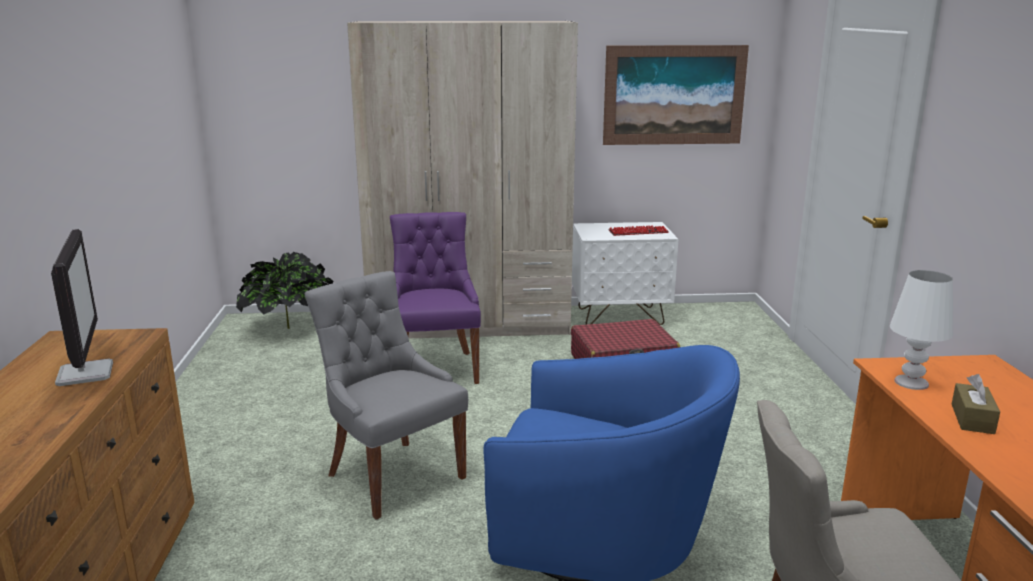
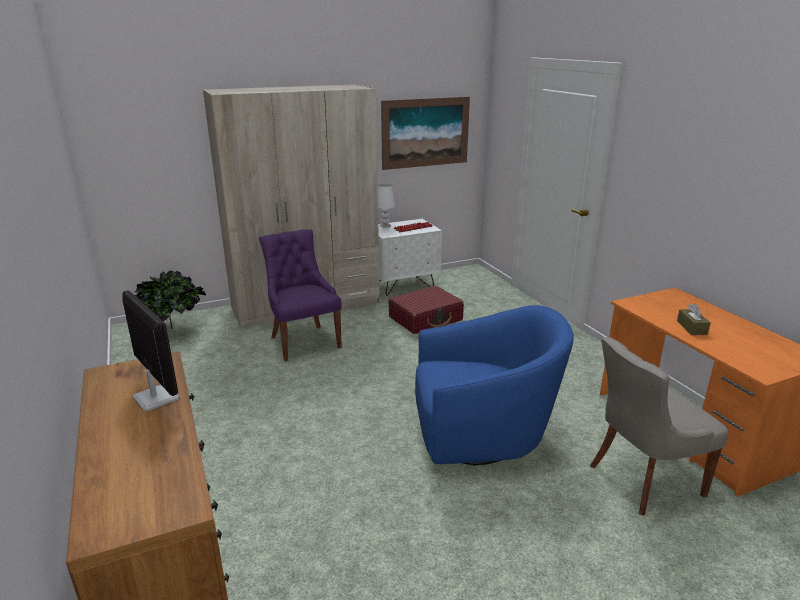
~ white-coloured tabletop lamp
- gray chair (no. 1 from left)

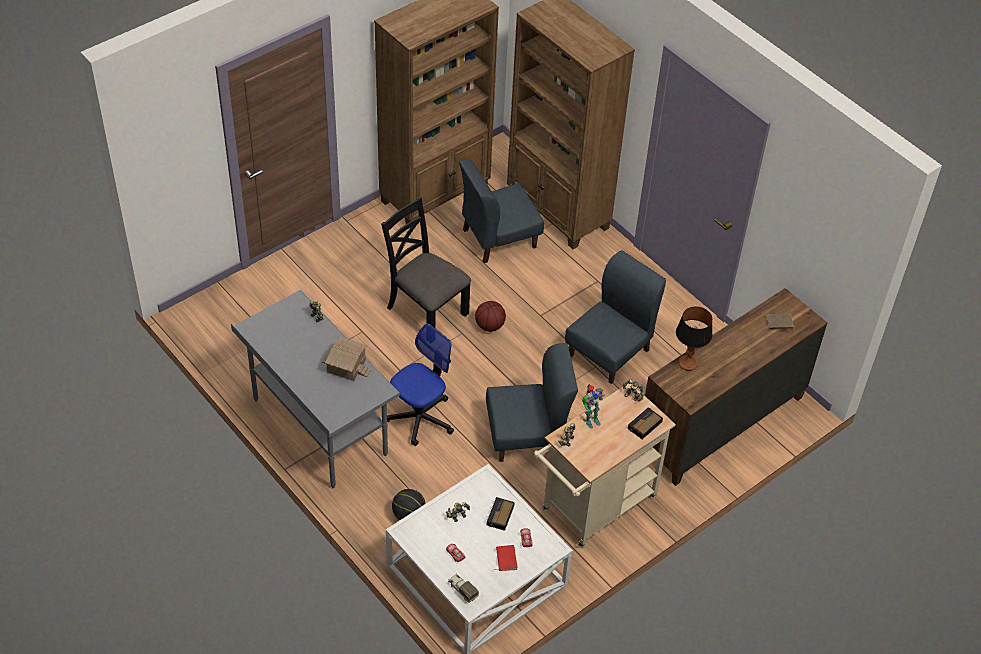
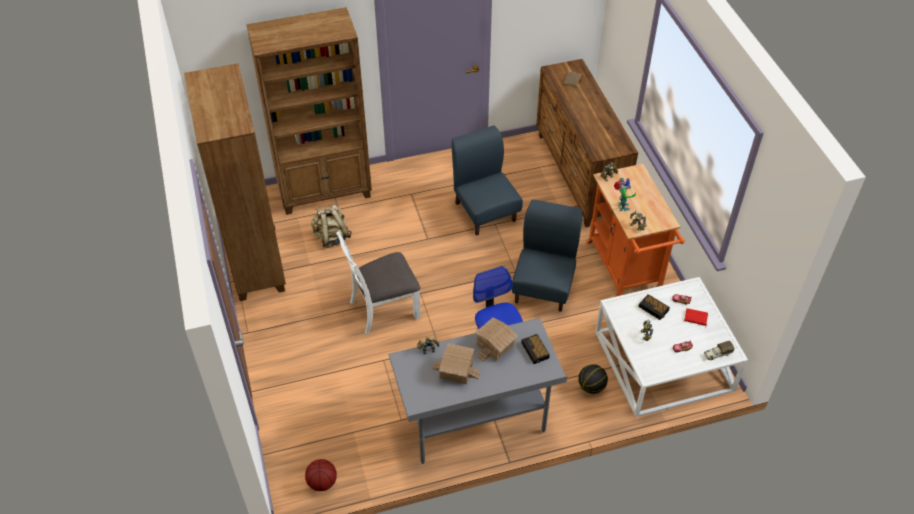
~ ball for basketball (no. 2 from left in the first image) to ball for basketball (no. 1 from left)
~ bluish chair (no. 1 from left) to beige-coloured rucksack
~ blackish chair to white-coloured chair
+ miniature house (no. 1 from left)
~ alarm clock (no. 2 from left in the first image) to alarm clock (no. 1 from left)
~ beige-coloured wheeled cart to orangey wheeled cart
- tabletop lamp

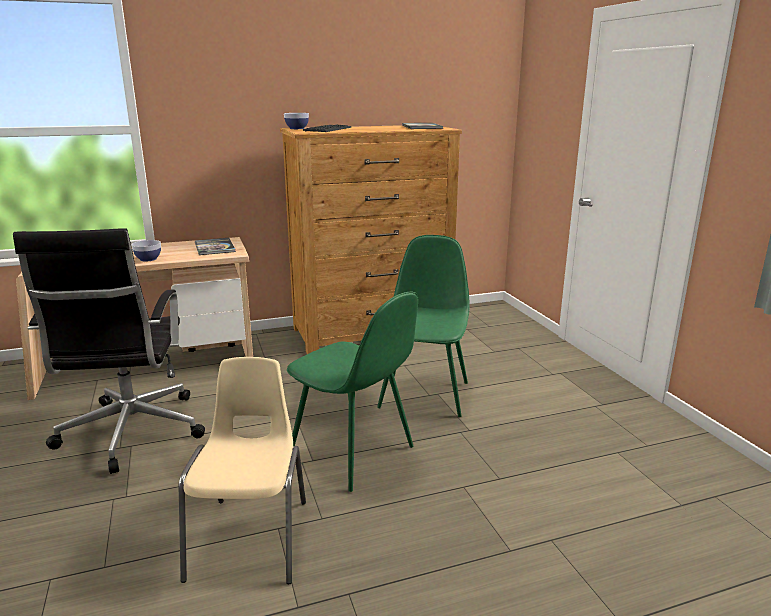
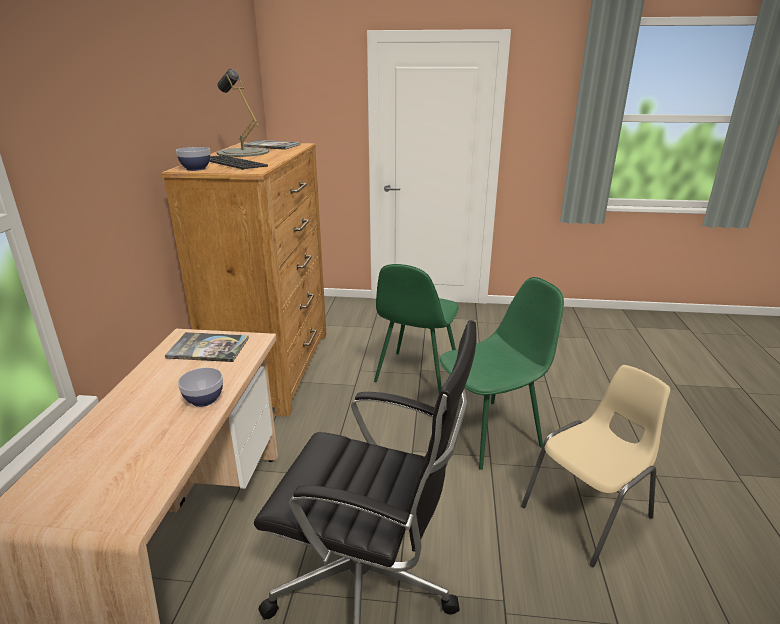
+ gray tabletop lamp
~ green-coloured chair (no. 2 from left in the first image) 105 degrees counterclockwise
~ beige-coloured chair 120 degrees clockwise

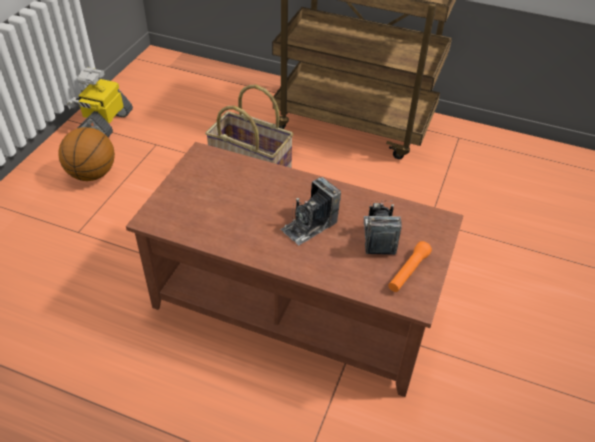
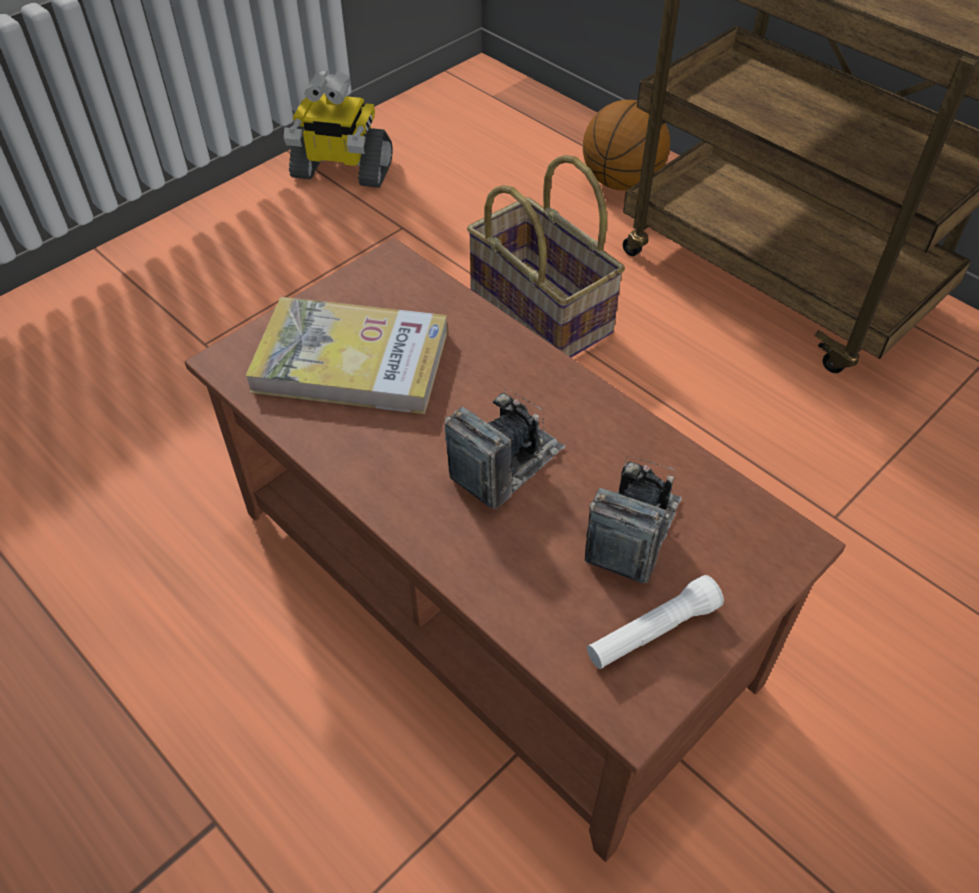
+ bound book
~ robot figure 120 degrees counterclockwise
~ photo camera (no. 1 from left) 150 degrees clockwise
~ ball for basketball
~ orangey torch to white-coloured torch

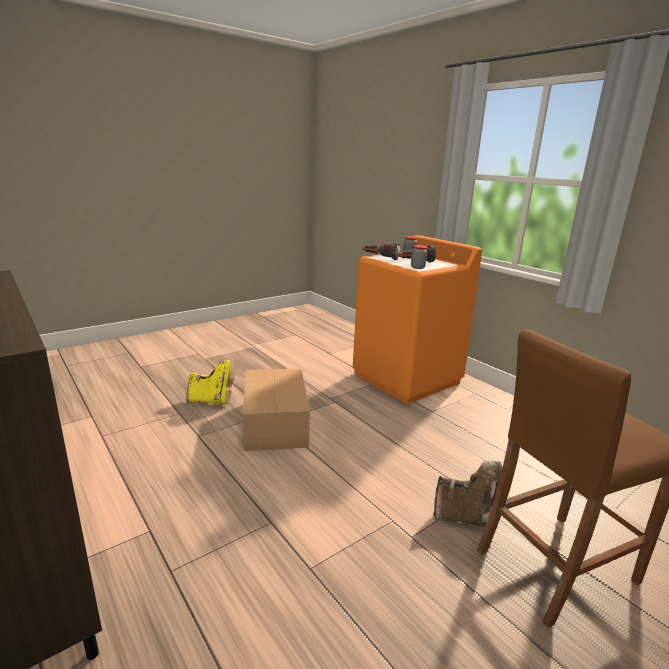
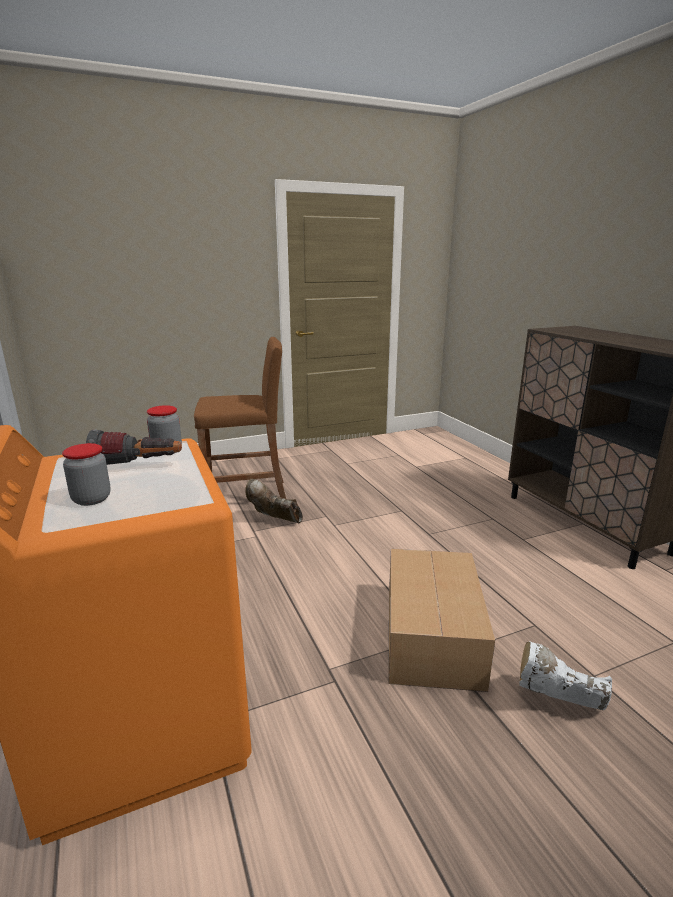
~ yellow boot to white-coloured boot
- torch (no. 1 from left)

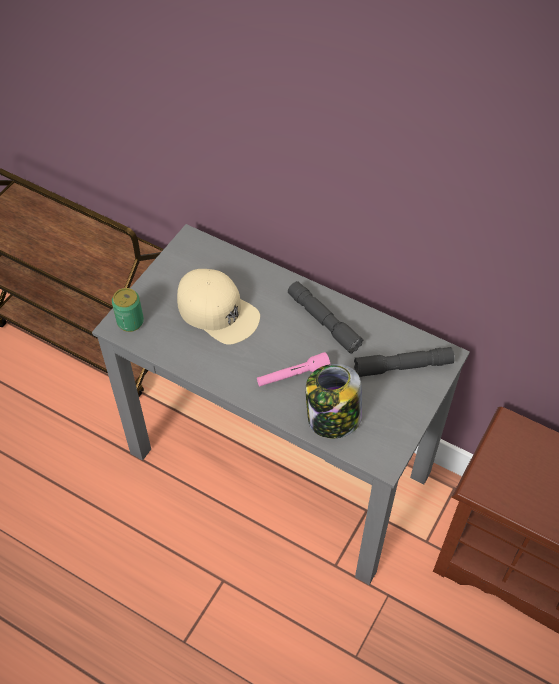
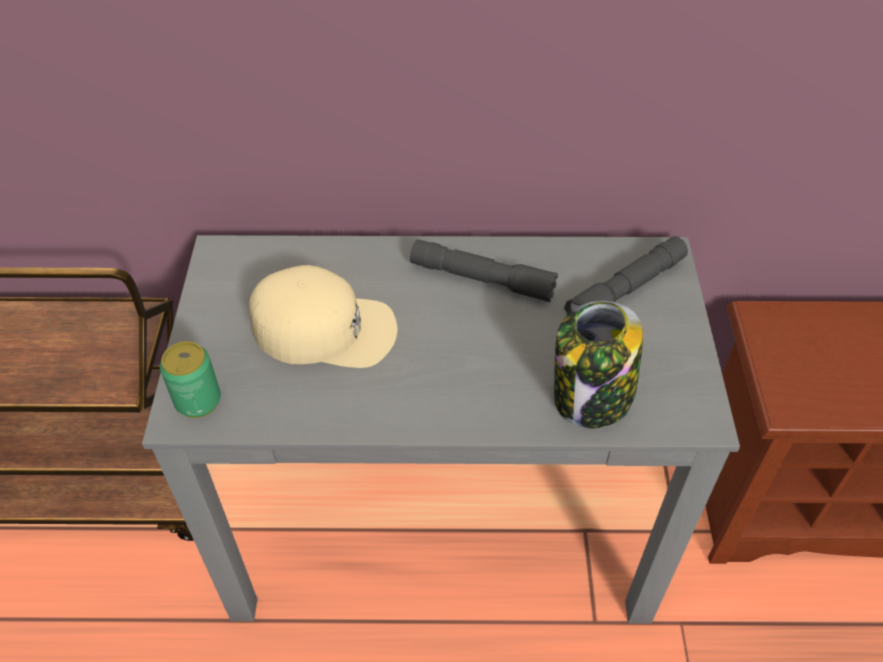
- pinkish torch

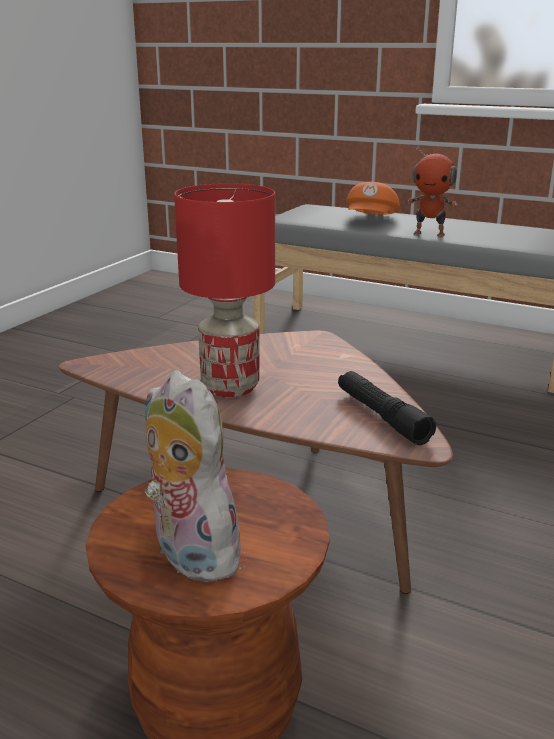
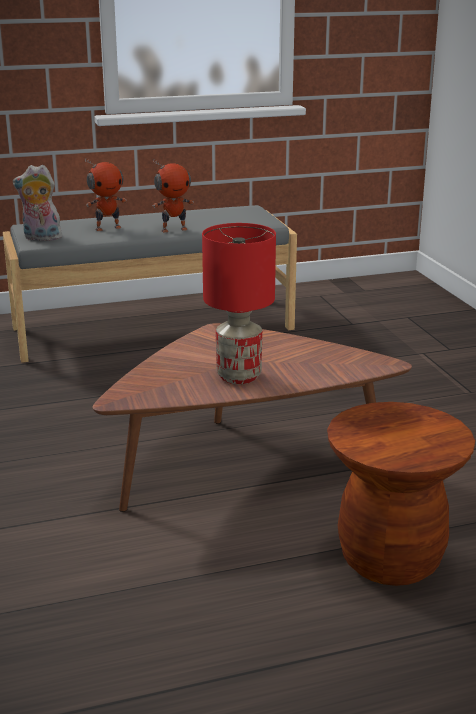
~ soft toy
~ orangey cap to robot figure (no. 1 from left)
- blackish torch

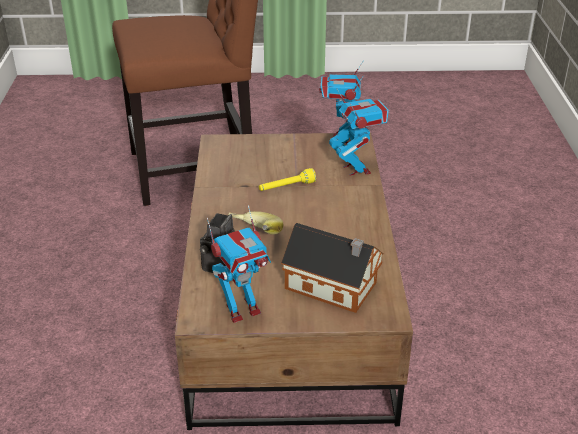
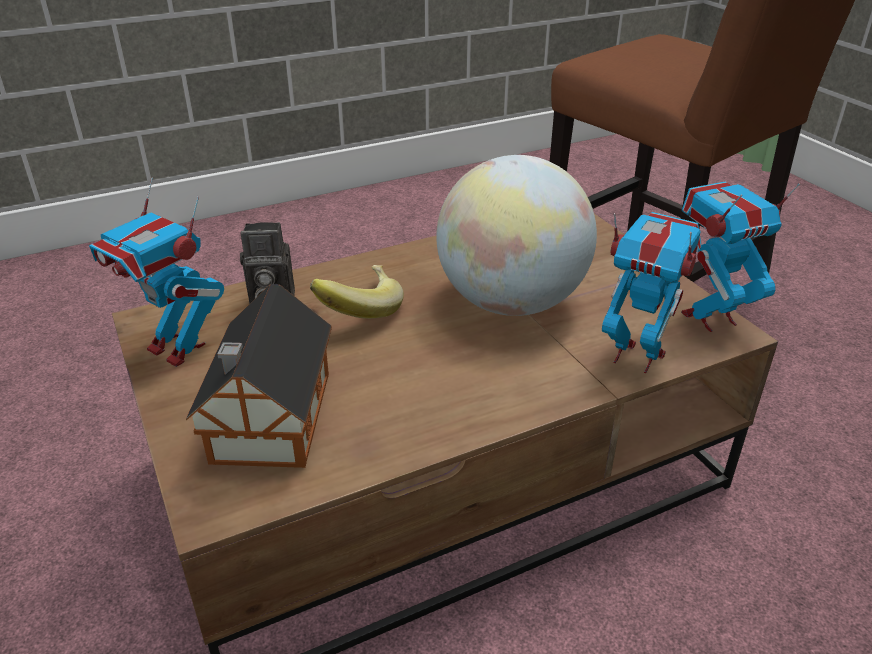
~ yellow torch to desk globe
~ robot figure (no. 3 from left in the first image) 105 degrees counterclockwise

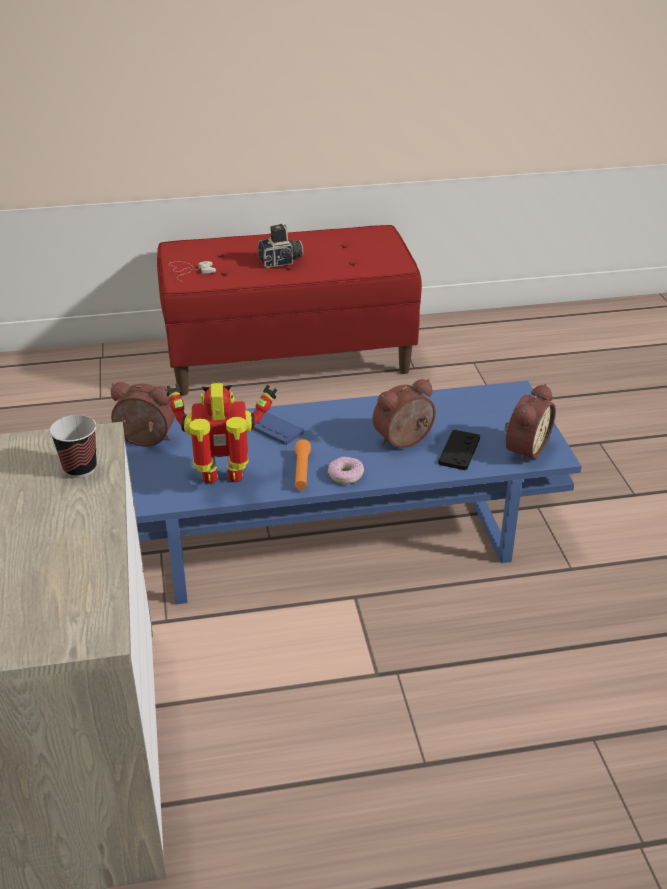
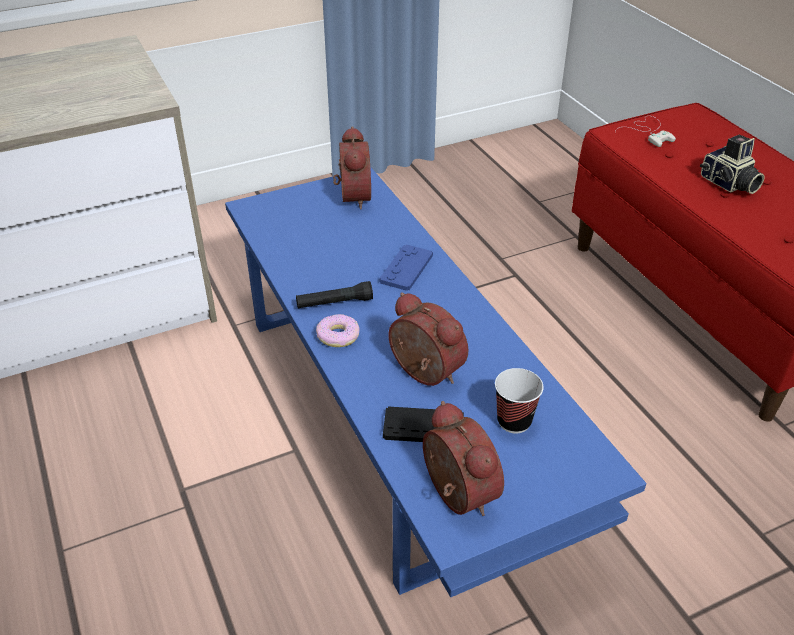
~ orangey torch to blackish torch
~ alarm clock (no. 3 from left) 135 degrees counterclockwise
~ cup
- robot figure

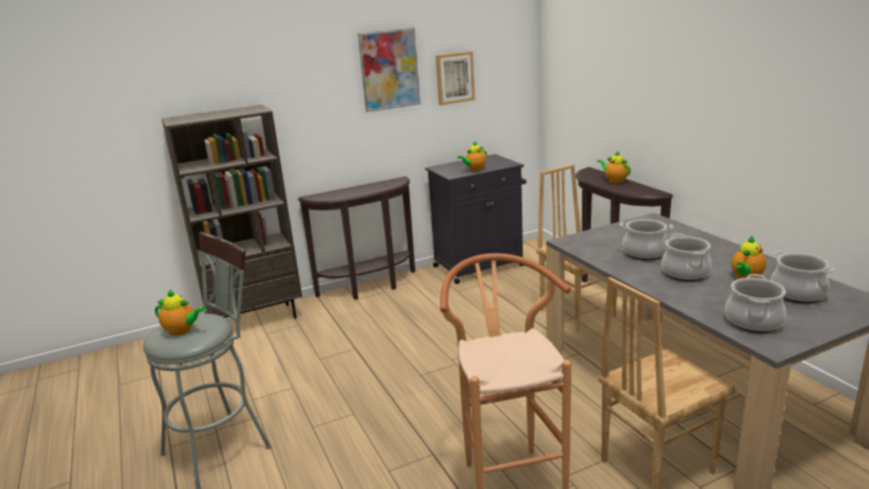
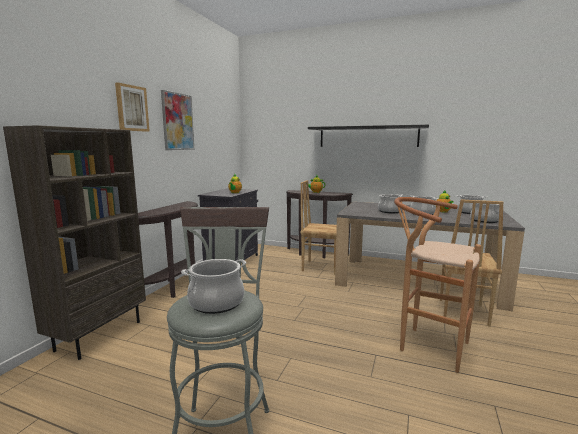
~ wall picture (no. 2 from left in the first image) to wall picture (no. 1 from left)
~ teapot (no. 1 from left) to stockpot (no. 1 from left)
+ blackish wall shelf

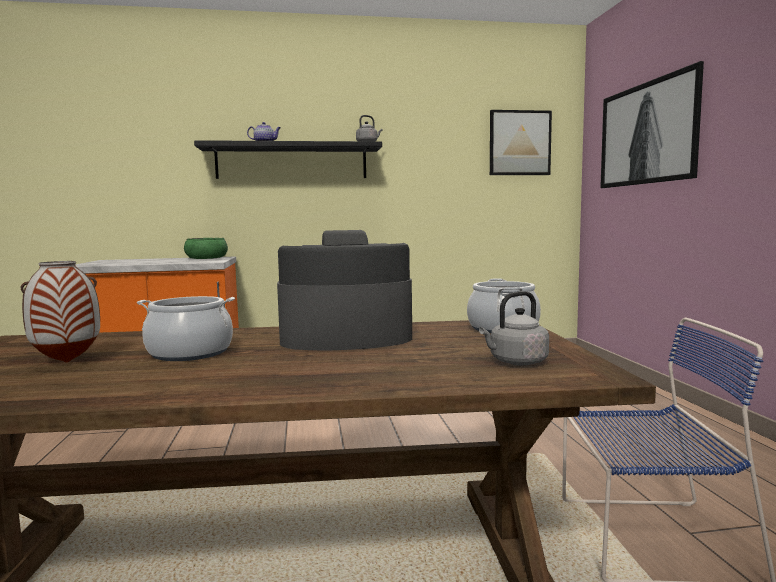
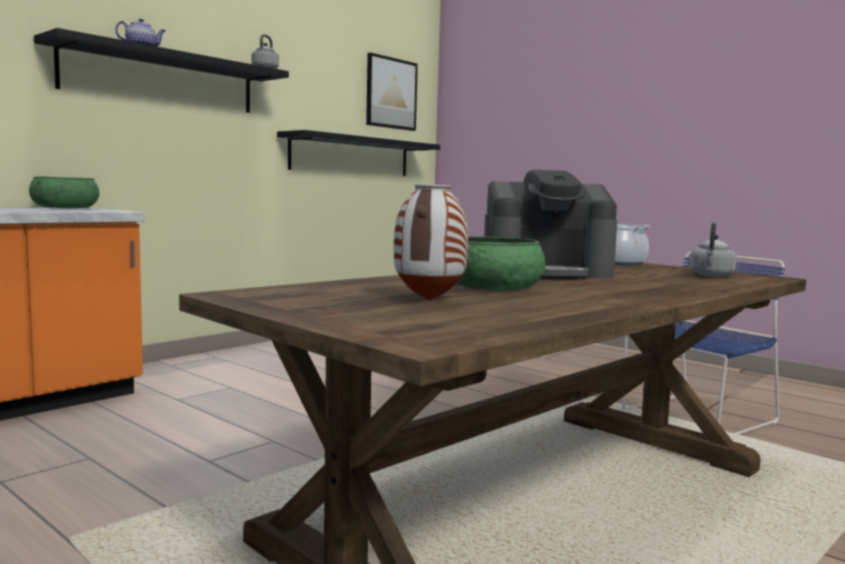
+ blackish wall shelf (no. 2 from left)
~ stockpot (no. 1 from left) to green-coloured deep dish (no. 2 from left)
~ coffee brewer 135 degrees counterclockwise
- wall picture (no. 2 from left)

